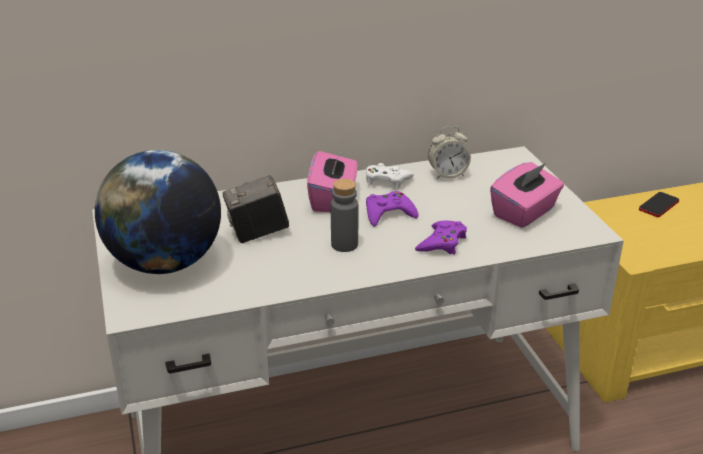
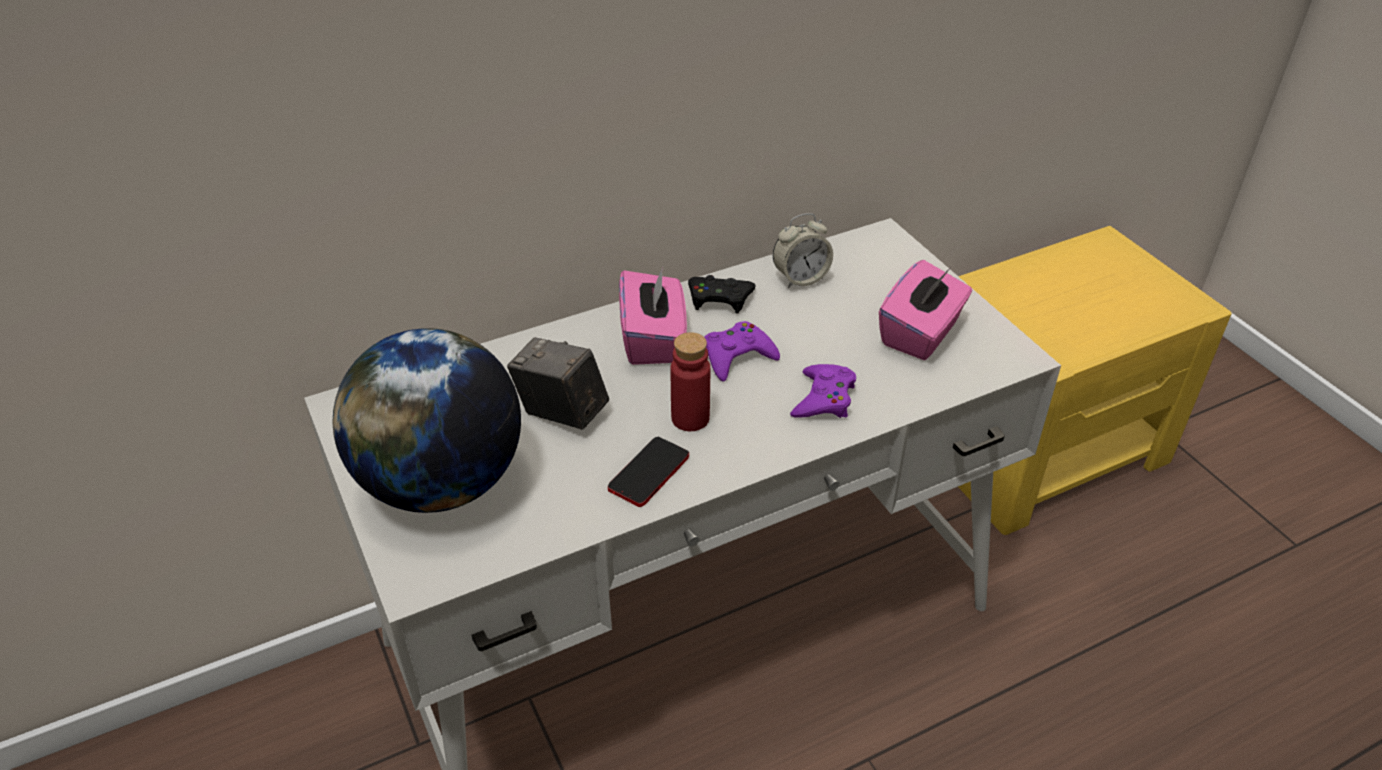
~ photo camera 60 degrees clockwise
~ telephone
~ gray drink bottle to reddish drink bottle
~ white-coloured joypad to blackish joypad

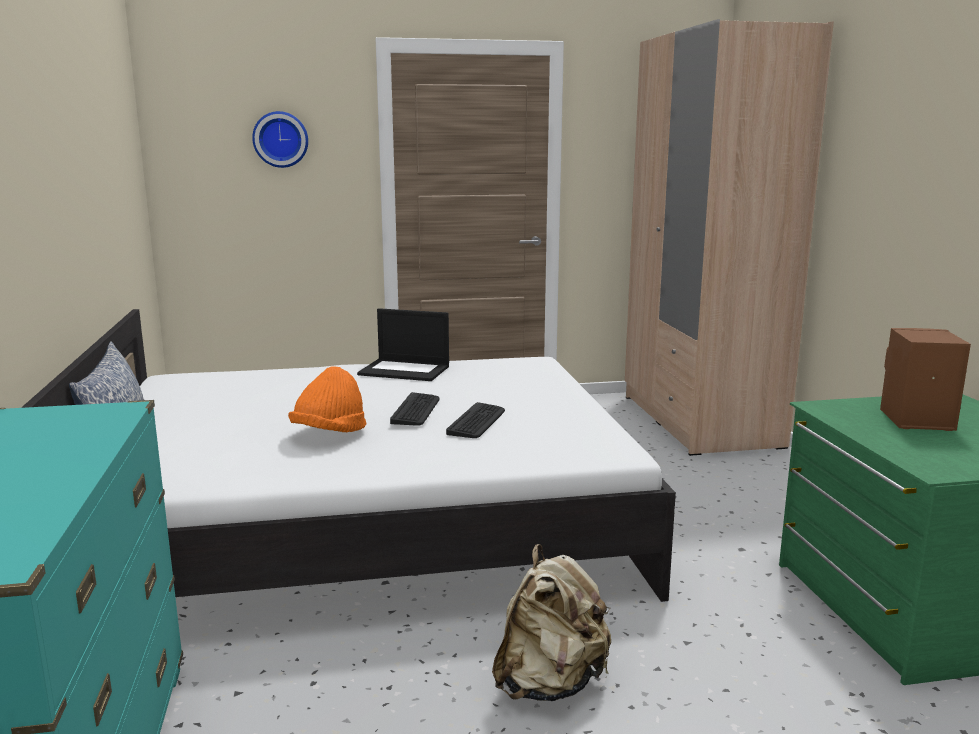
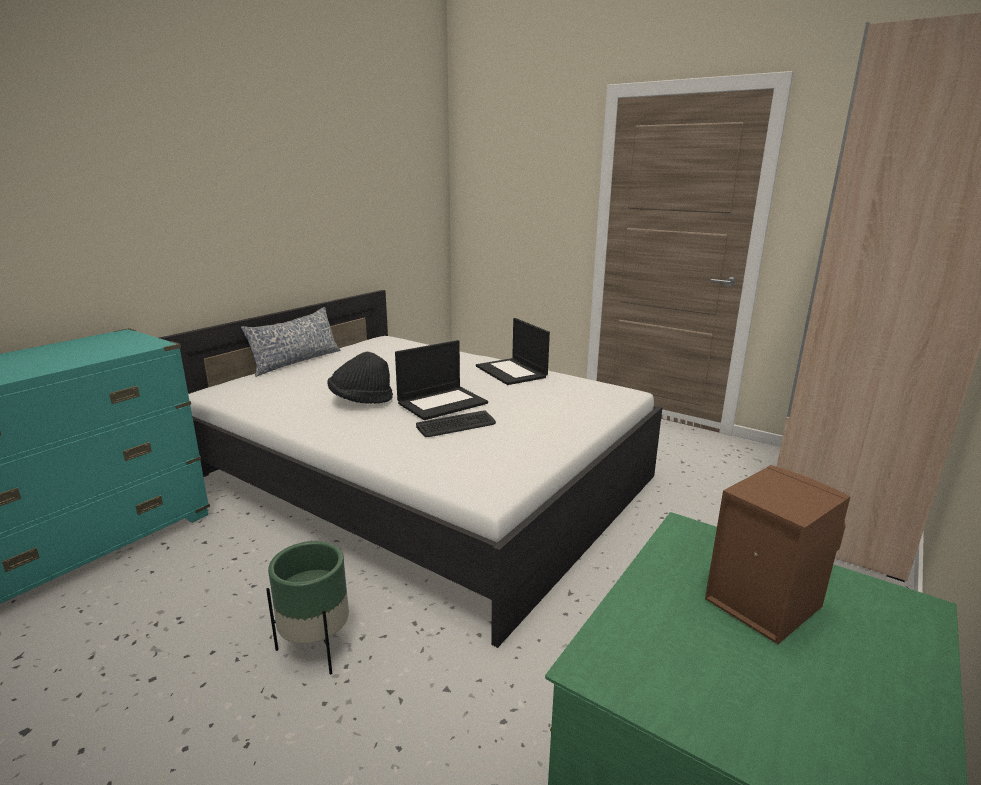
~ beige-coloured rucksack to green-coloured plant pot
~ orangey clothing hat to blackish clothing hat
~ computer keyboard (no. 1 from left) to laptop (no. 1 from left)
- wall clock

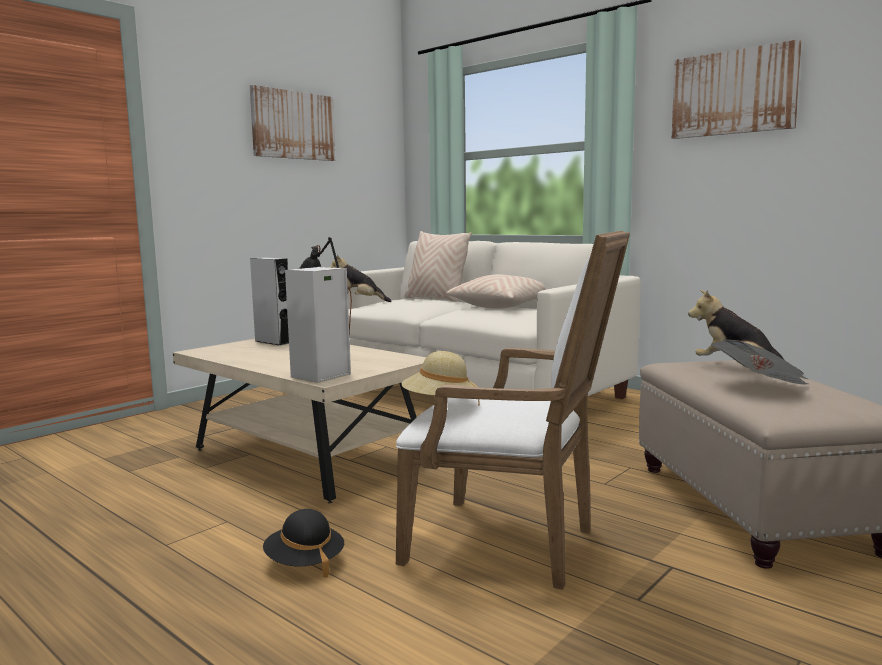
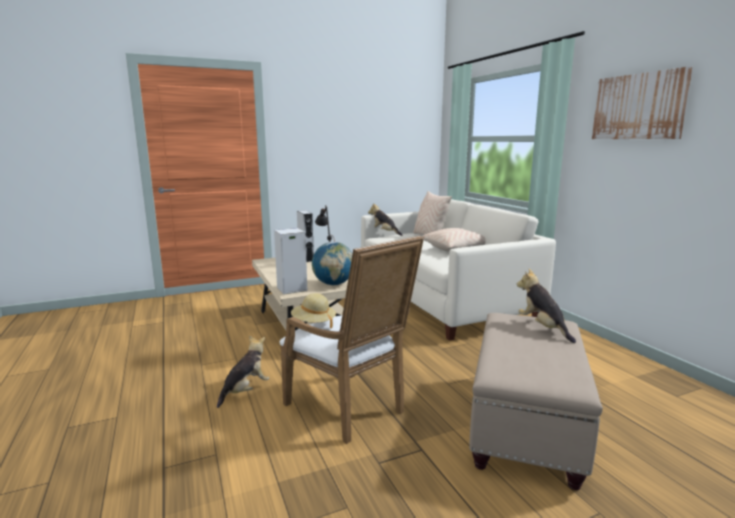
~ blackish clothing hat to soft toy (no. 1 from left)
+ desk globe
- wall picture (no. 1 from left)
- daily paper

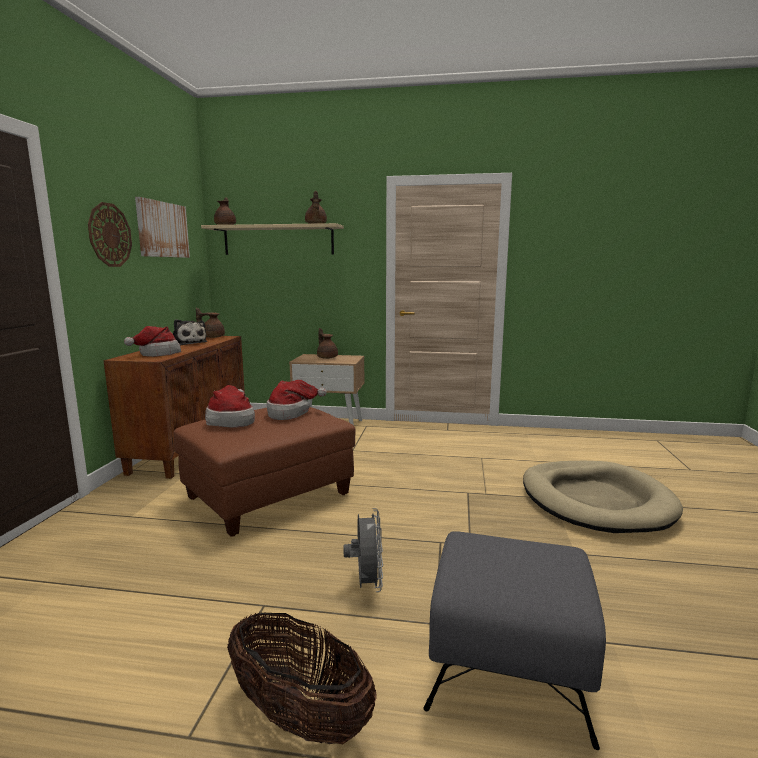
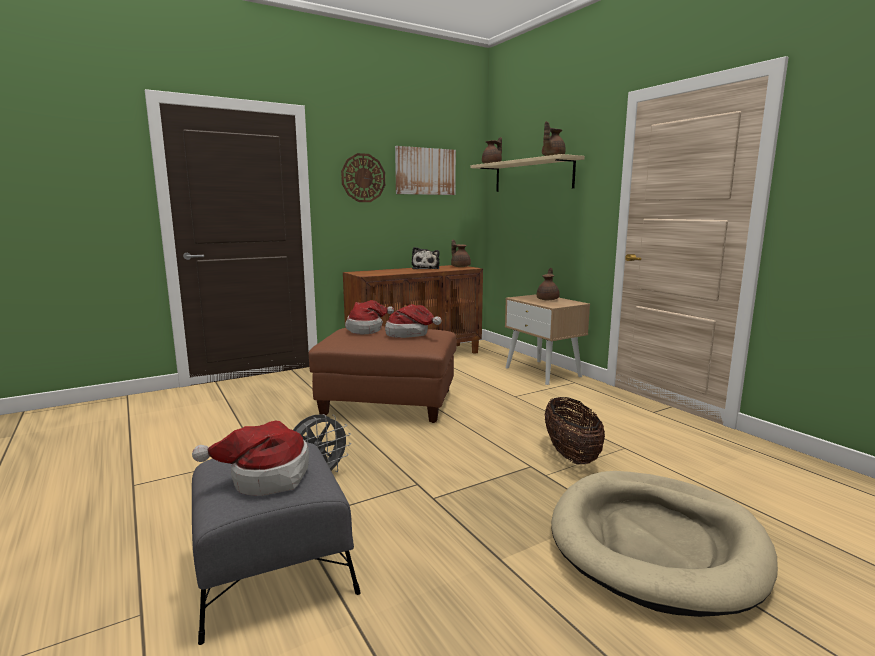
~ clothing hat (no. 1 from left)
~ basket

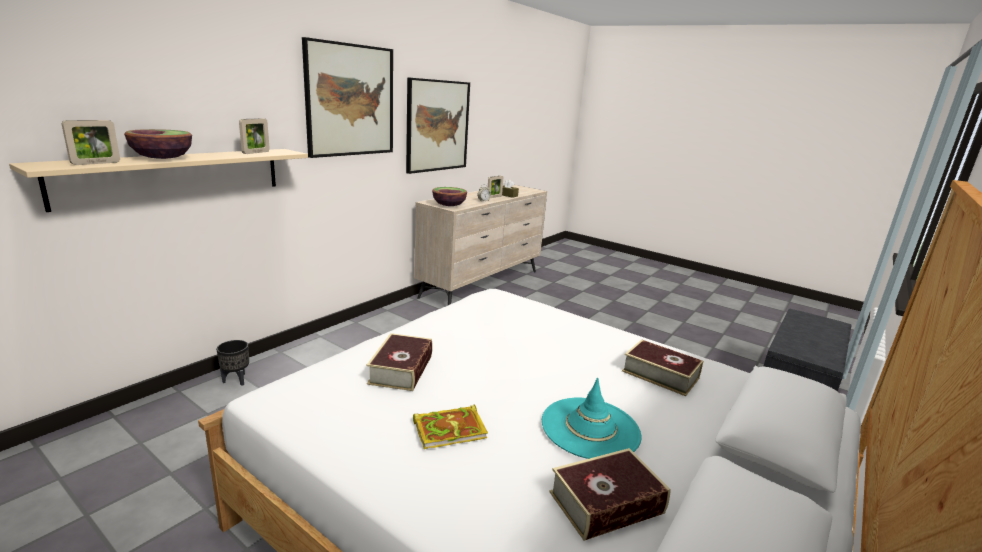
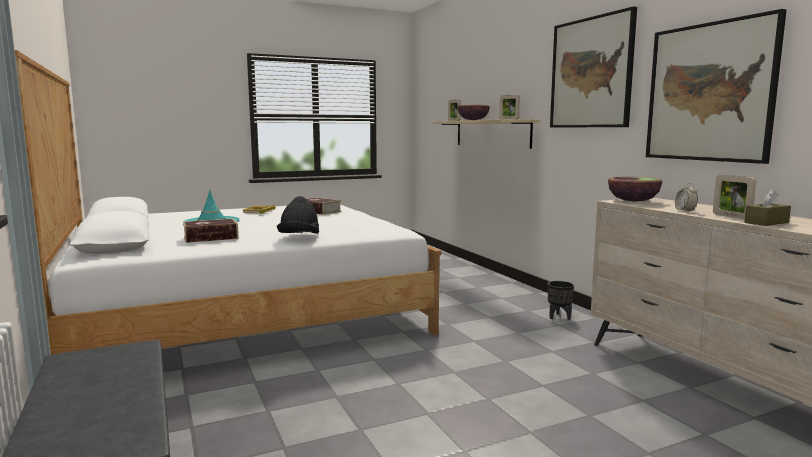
+ blackish clothing hat
~ blackish plant pot
- bound book (no. 3 from left)

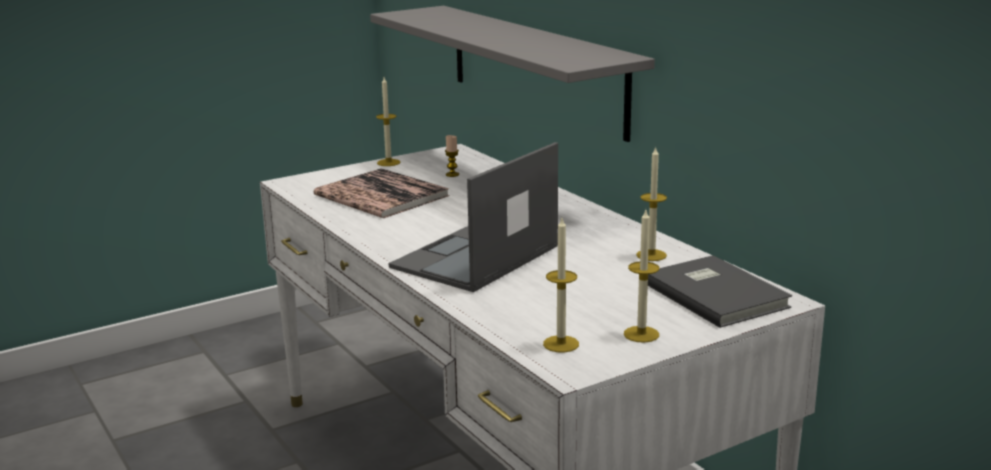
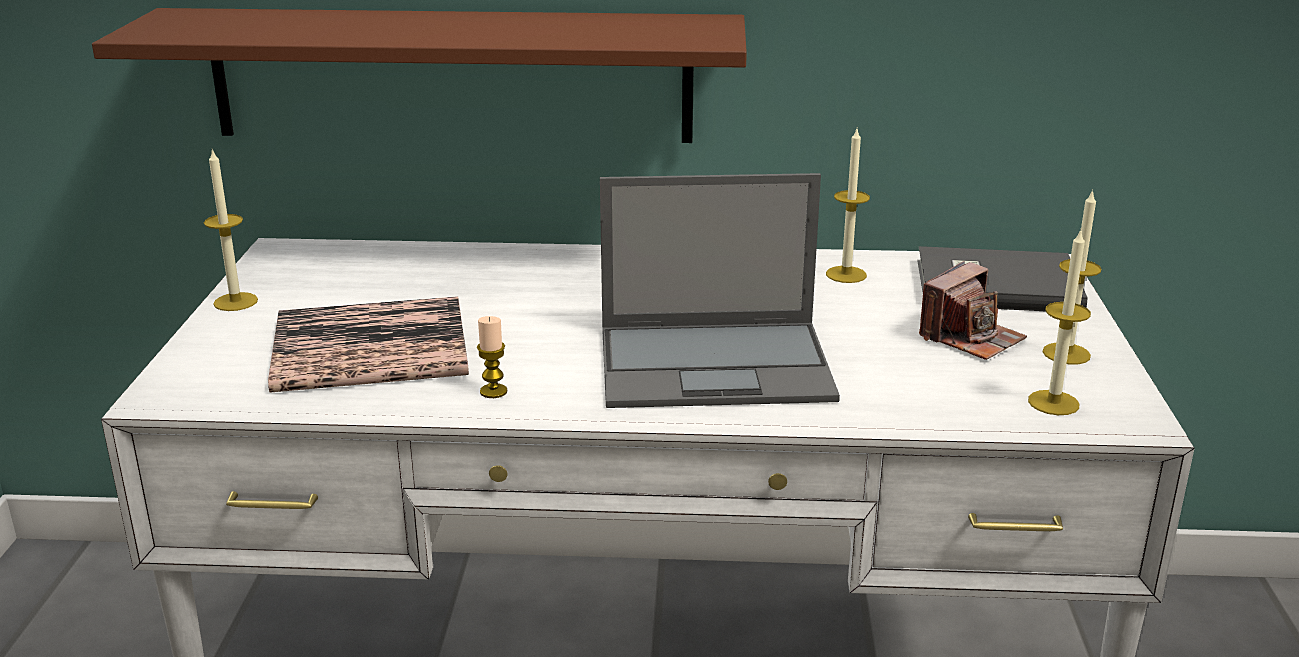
~ gray wall shelf to brown wall shelf
~ wax candle (no. 2 from left)
~ laptop 75 degrees counterclockwise
+ photo camera

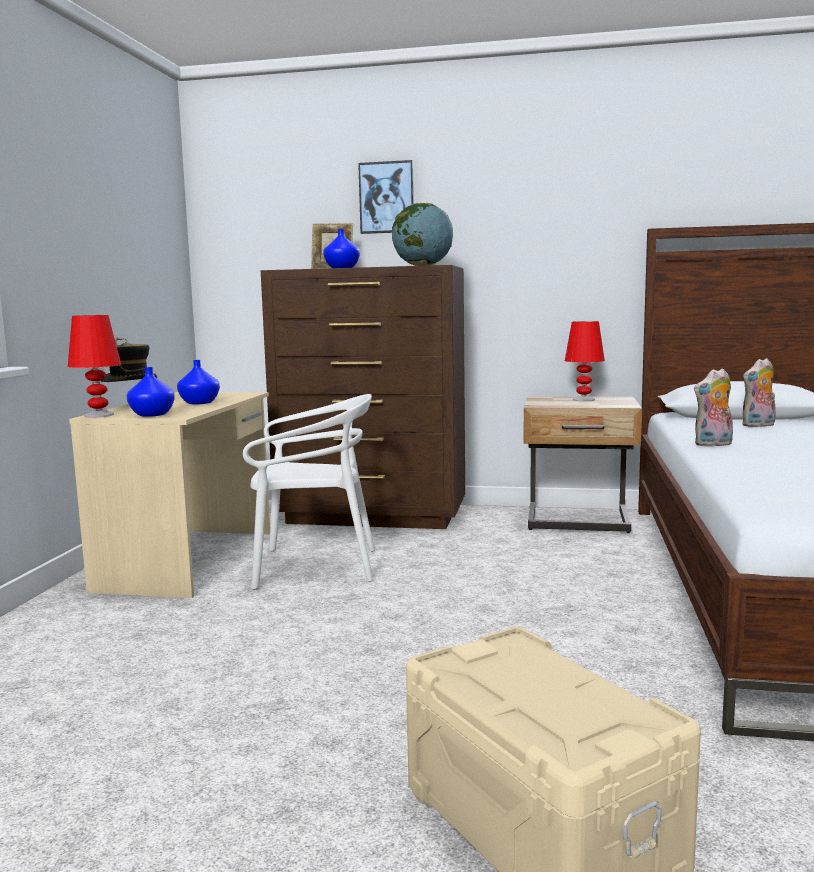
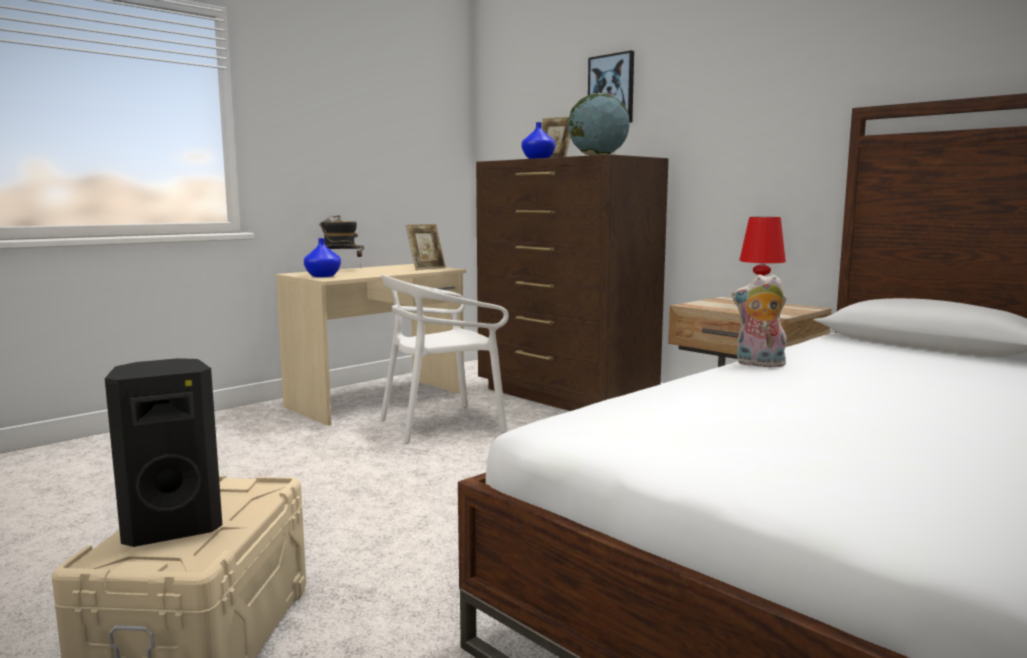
+ blackish speaker
~ white-coloured chair 120 degrees clockwise
+ picture frame (no. 1 from left)
- reddish tabletop lamp (no. 1 from left)
- bluish decorative vase (no. 2 from left)
- soft toy (no. 2 from left)

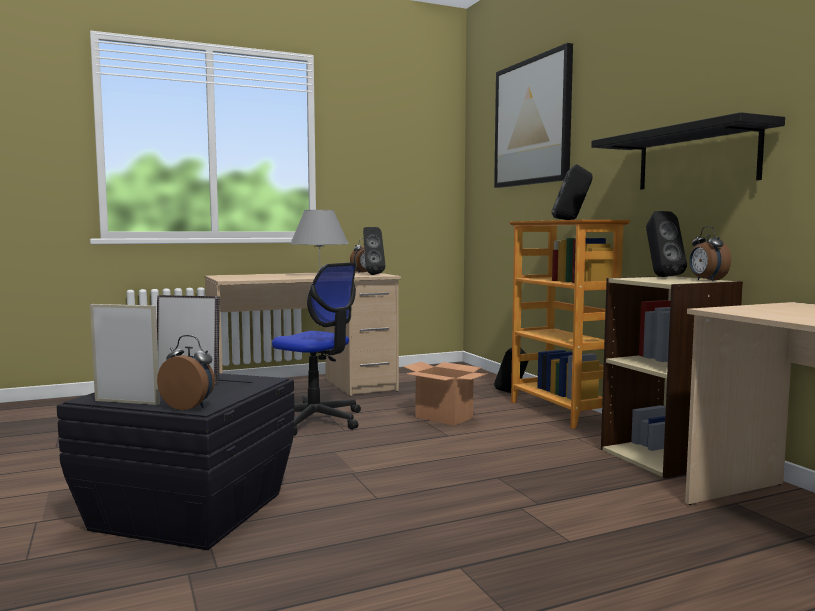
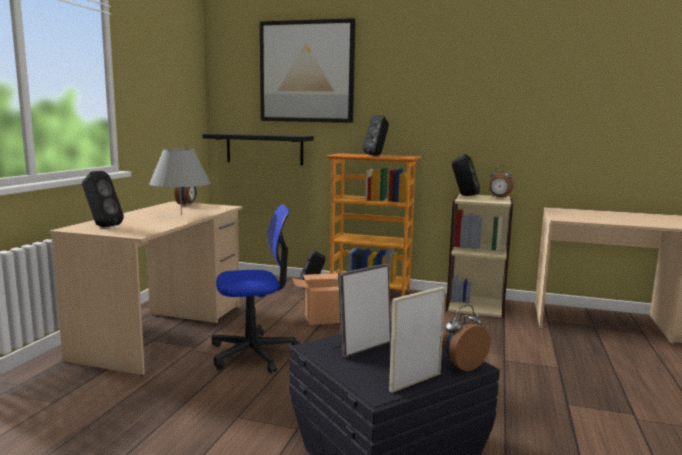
~ blackish speaker (no. 1 from left)
~ blackish wall shelf

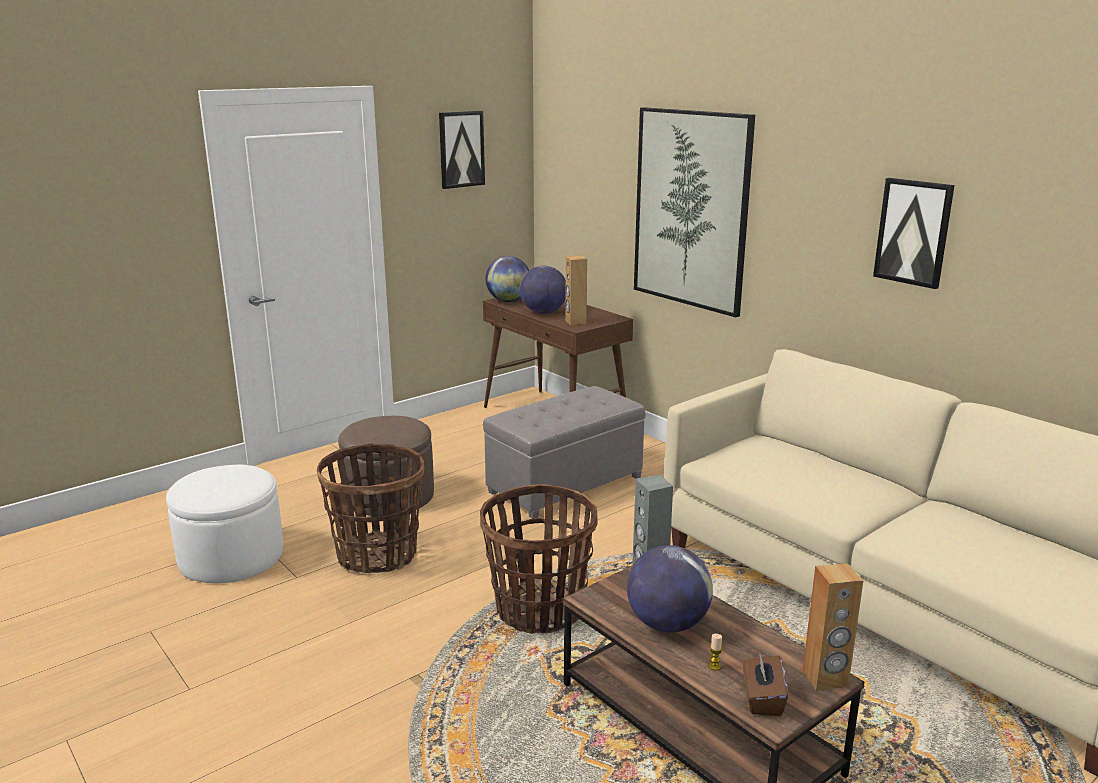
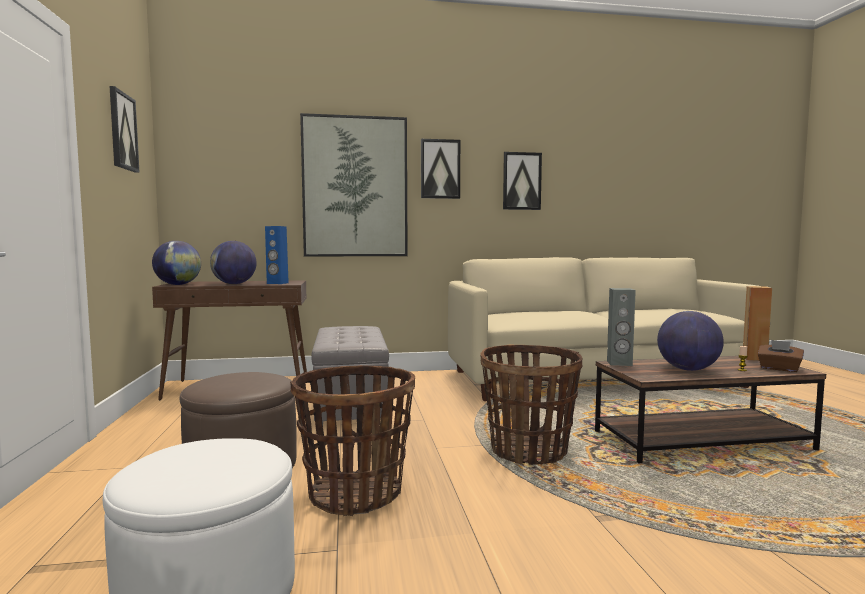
~ brown speaker (no. 1 from left) to bluish speaker
+ wall picture (no. 3 from left)

